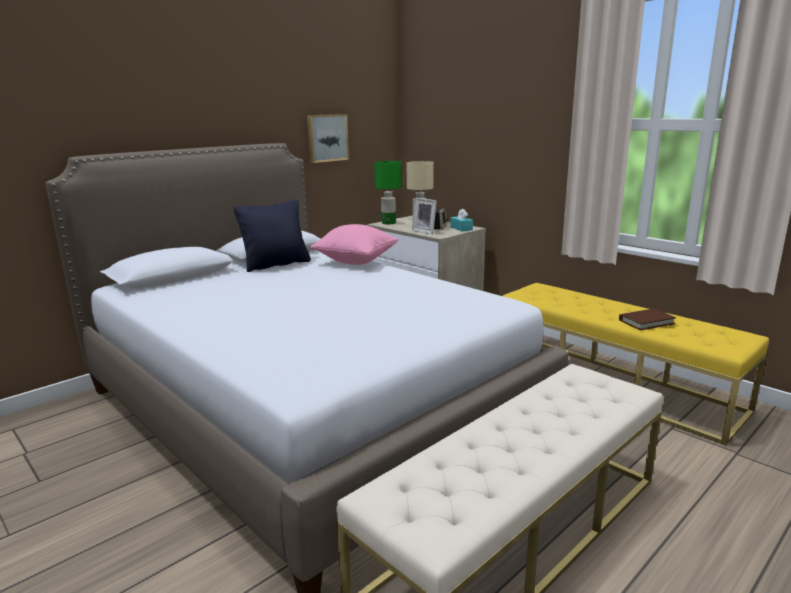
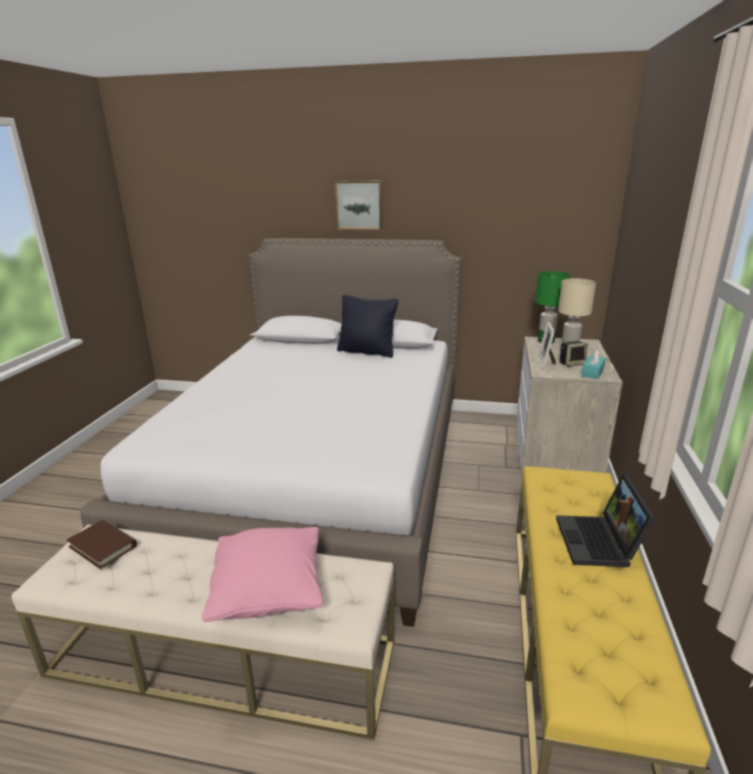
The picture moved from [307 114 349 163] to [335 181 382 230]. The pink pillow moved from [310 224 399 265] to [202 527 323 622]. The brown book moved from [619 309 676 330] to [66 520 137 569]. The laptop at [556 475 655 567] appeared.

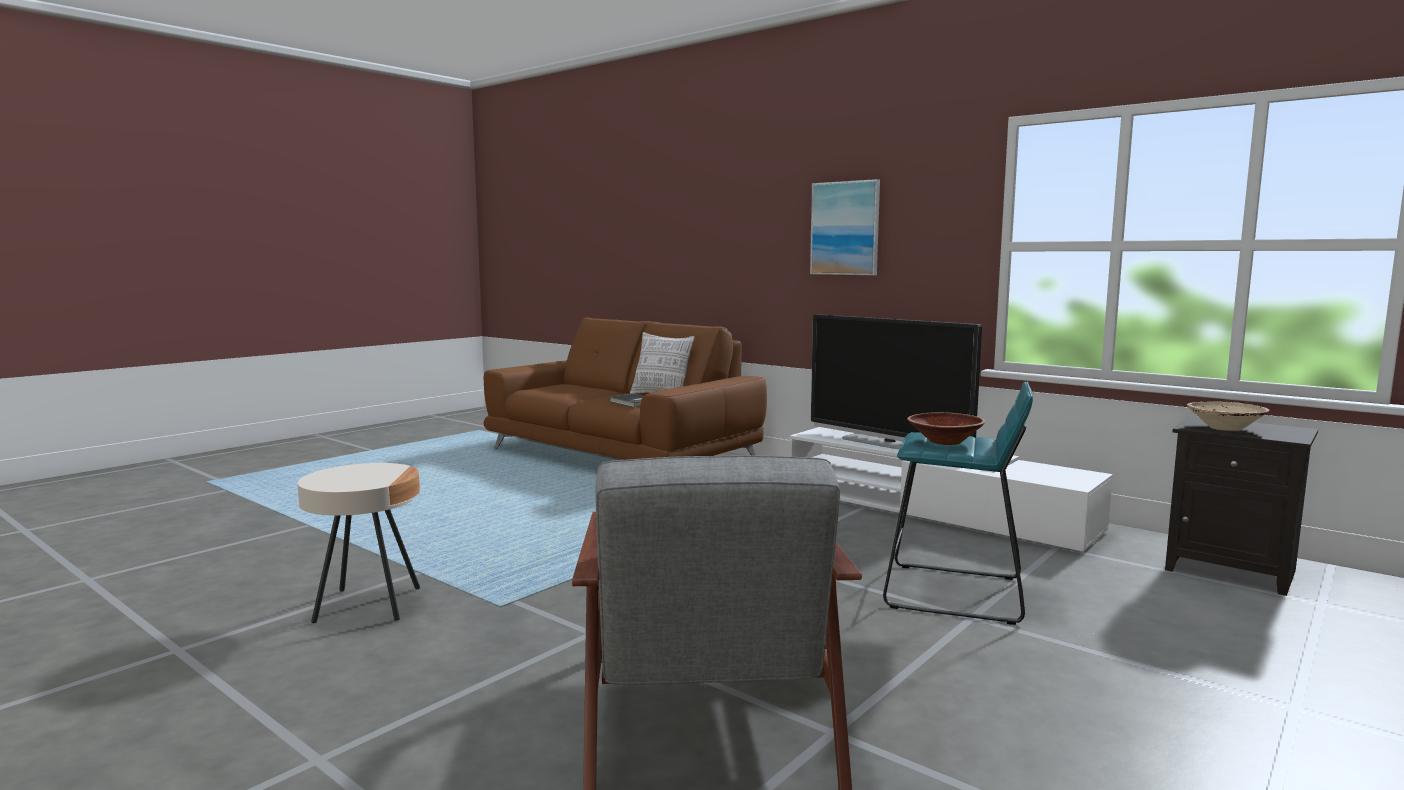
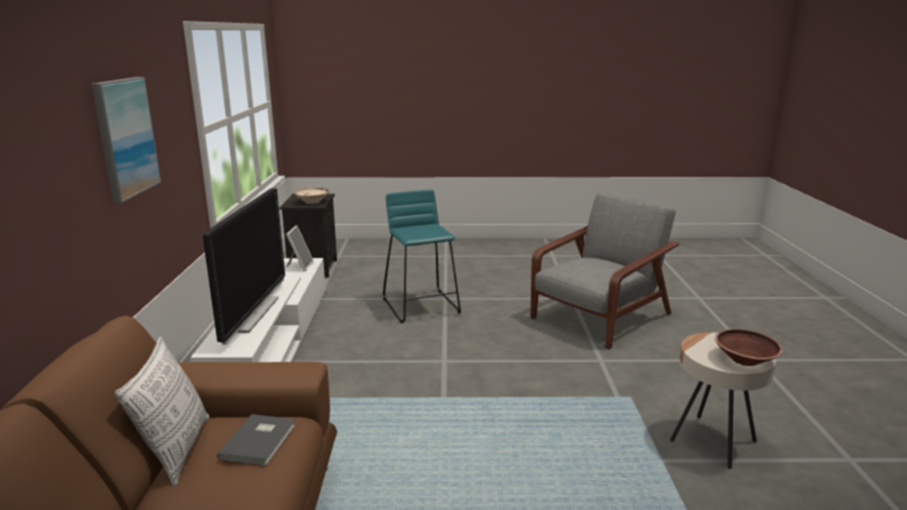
The brown bowl moved from [907 412 986 445] to [715 329 783 366]. The picture frame at [286 225 314 271] appeared.

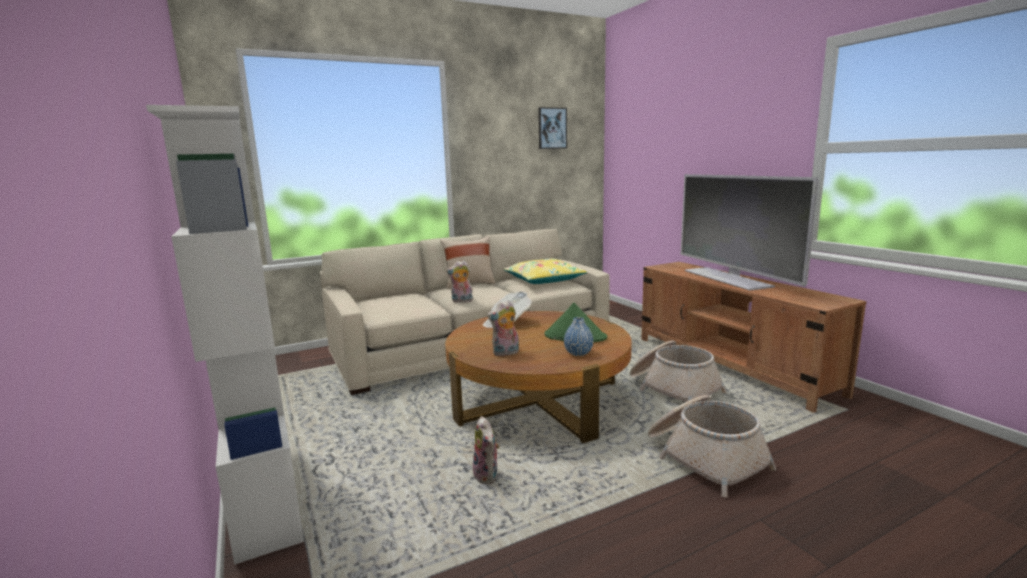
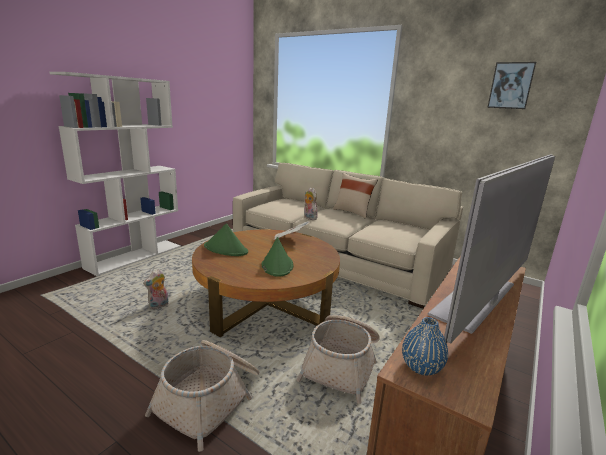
The yellow pillow at [503 259 587 284] disappeared. The plush toy at [487 300 519 356] was replaced by the green hat at [204 223 248 256]. The blue vase moved from [564 317 593 356] to [402 317 448 375].

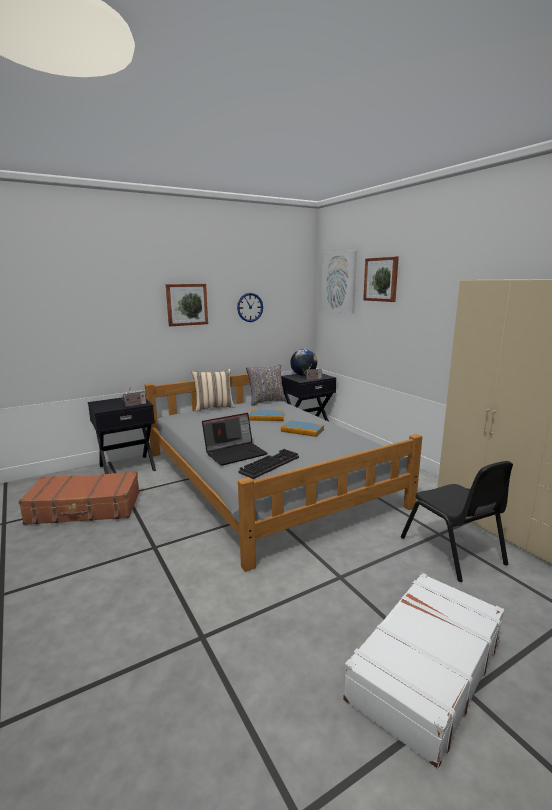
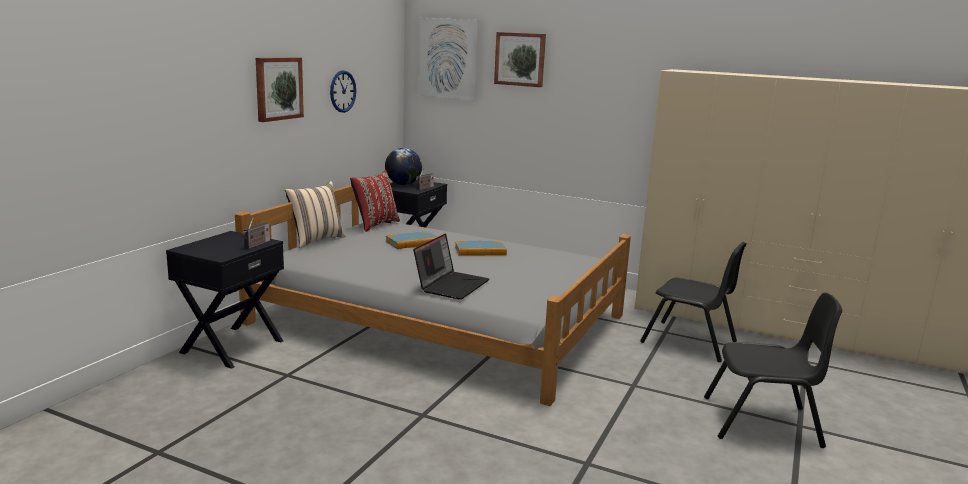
The grey pillow at [246 364 287 406] became the red pillow at [350 170 400 232]. The keyboard at [239 449 299 479] disappeared. The brown suitcase at [18 471 140 525] disappeared. The white suitcase at [343 573 504 768] was replaced by the black chair at [704 293 842 448].

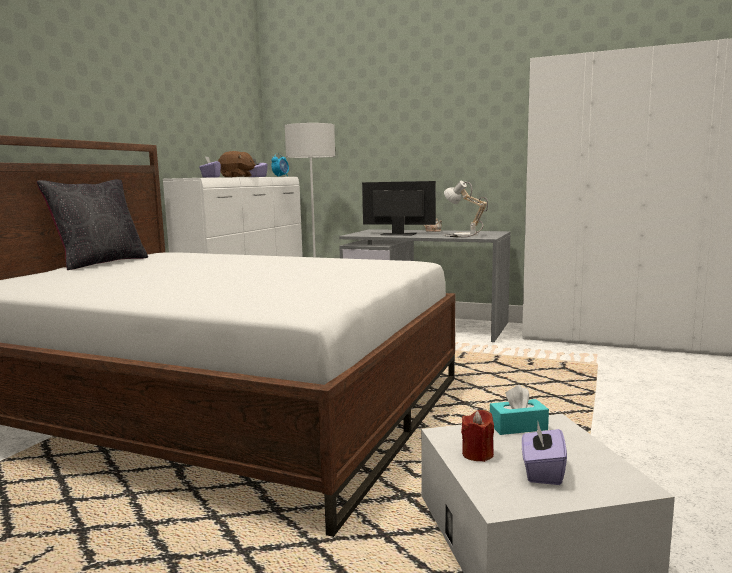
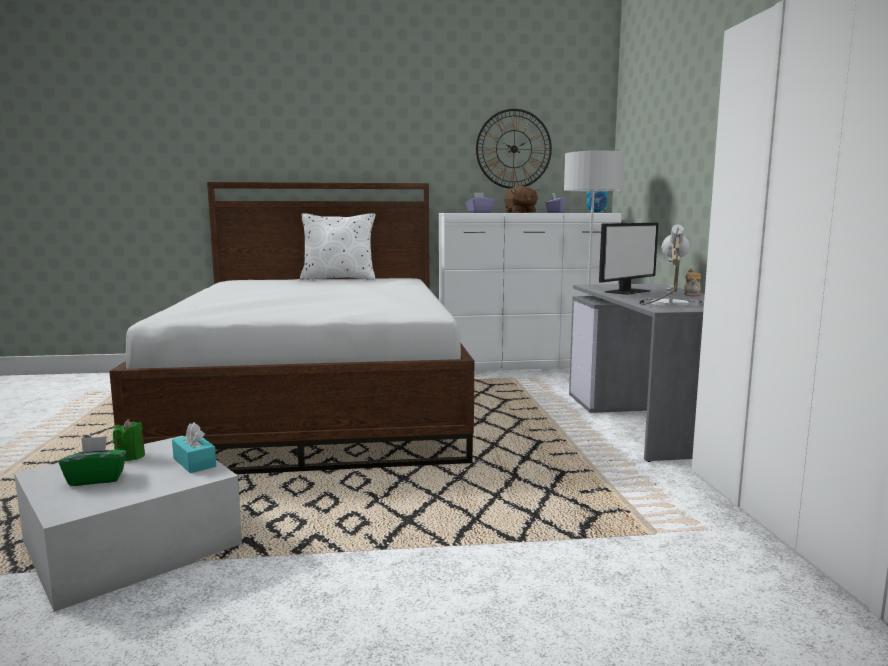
The black pillow at [37 179 148 270] became the white pillow at [300 213 375 280]. The monitor at [362 181 436 235] turned 60 degrees clockwise. The red candle at [461 410 494 462] became the green candle at [113 419 145 461]. The purple tissue box at [522 421 567 485] became the green tissue box at [59 436 127 486]. The wall clock at [476 109 552 189] appeared.

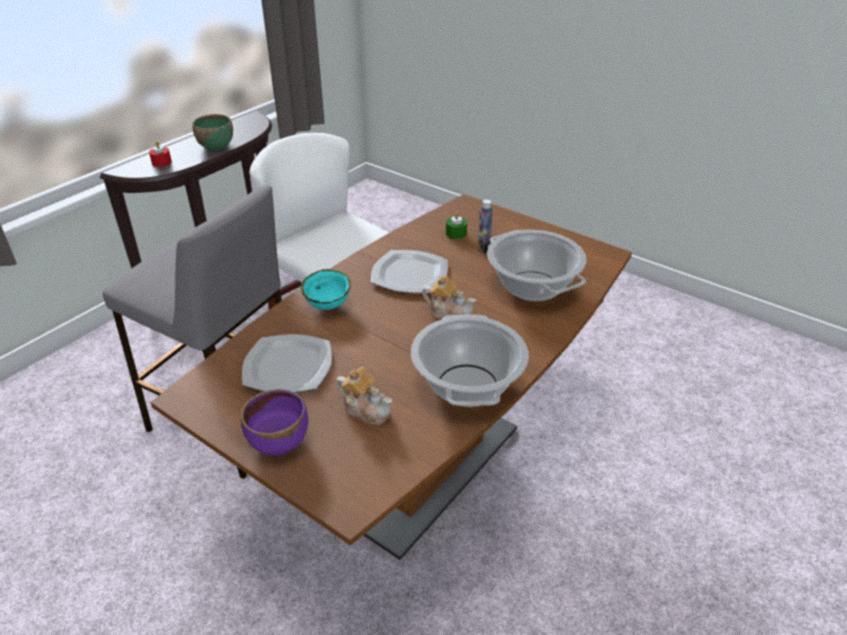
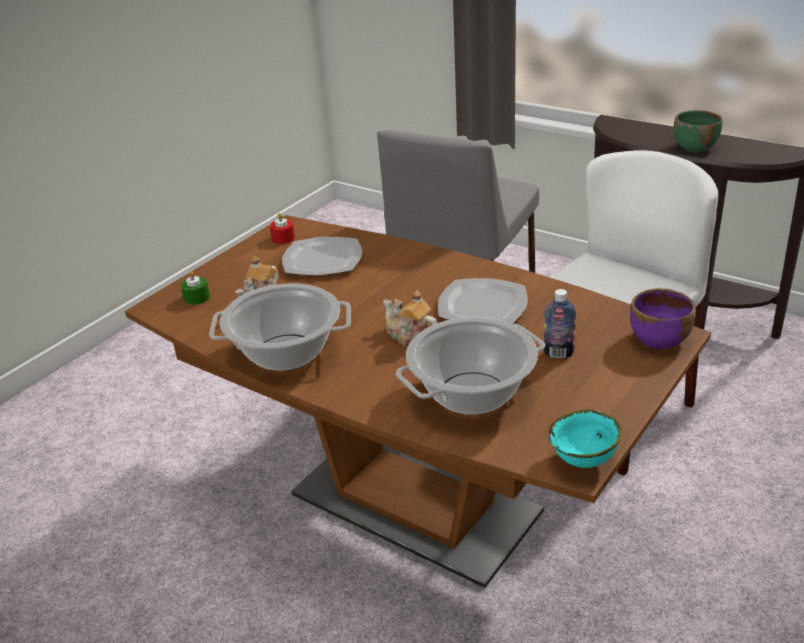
The red candle moved from [149 141 172 167] to [270 213 295 244]. The green candle moved from [446 211 467 239] to [180 271 210 305]. The turquoise bowl moved from [301 269 351 310] to [549 410 622 469]. The teapot at [422 276 476 319] turned 105 degrees clockwise. The purple bowl moved from [240 389 308 456] to [630 288 696 349].

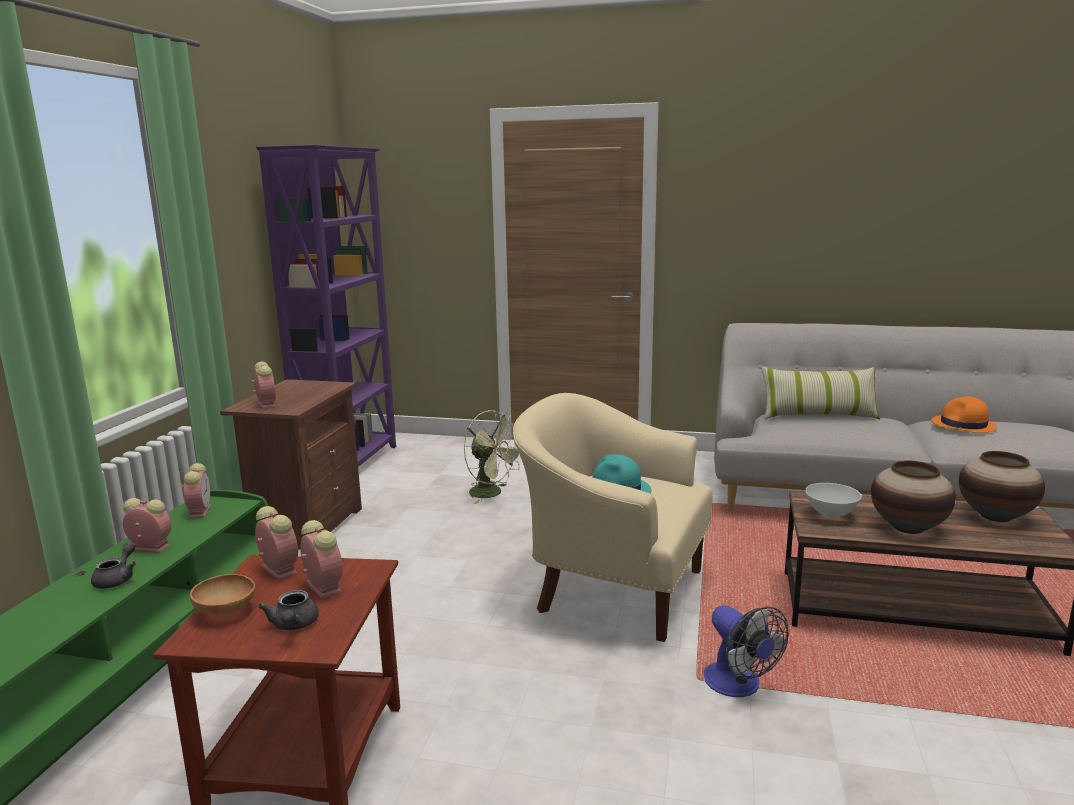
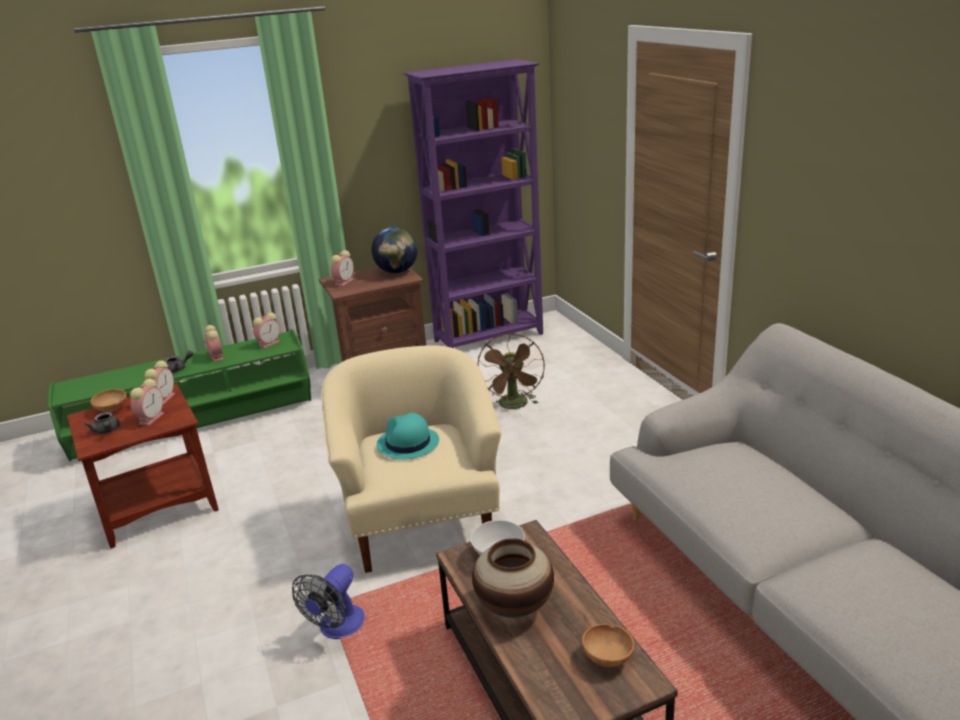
The pillow at [761 366 880 419] disappeared. The orange hat at [931 396 997 433] disappeared. The green fan at [464 410 519 504] became the brown fan at [478 333 545 409]. The vase at [959 451 1045 522] was replaced by the brown bowl at [582 624 634 667]. The grey teapot at [258 590 319 630] turned 75 degrees counterclockwise. The globe at [371 227 418 273] appeared.

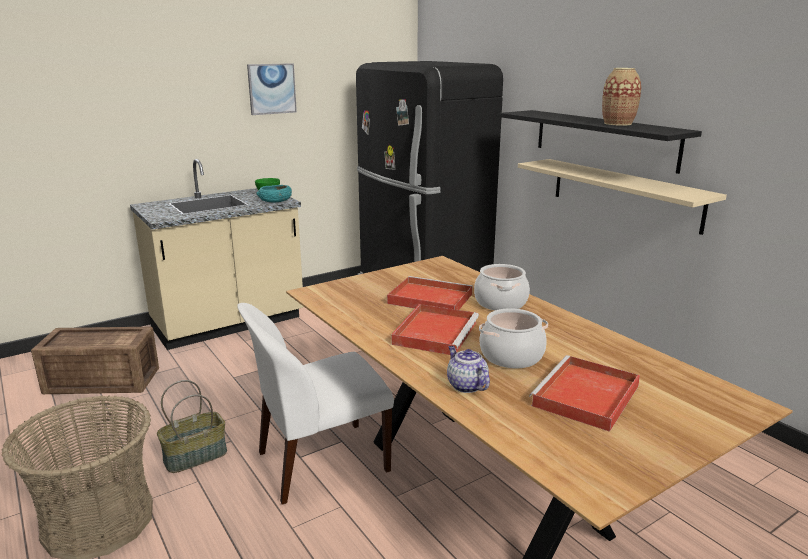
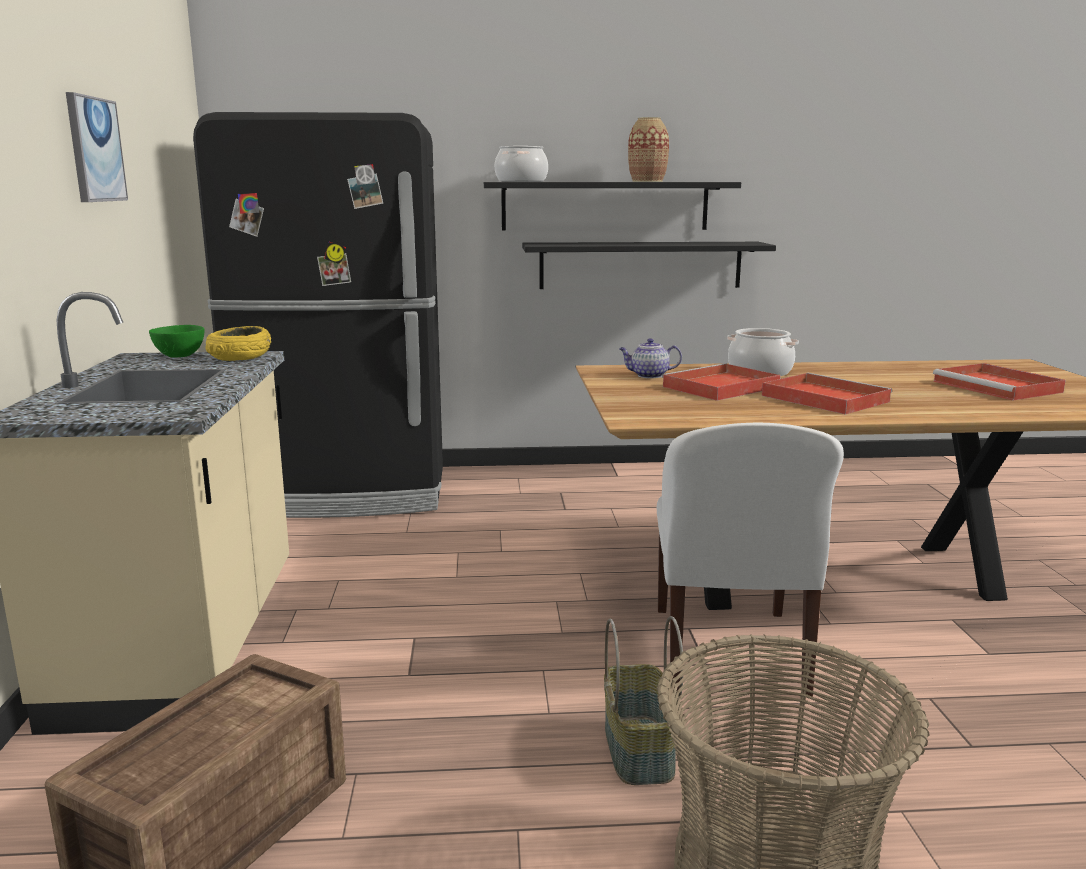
The beige shelf at [518 159 727 235] became the black shelf at [522 242 776 289]. The turquoise bowl at [257 185 292 202] became the yellow bowl at [206 326 271 361]. The cooking pot moved from [479 308 548 368] to [495 146 548 182]. The teapot moved from [447 346 490 393] to [619 338 682 378].

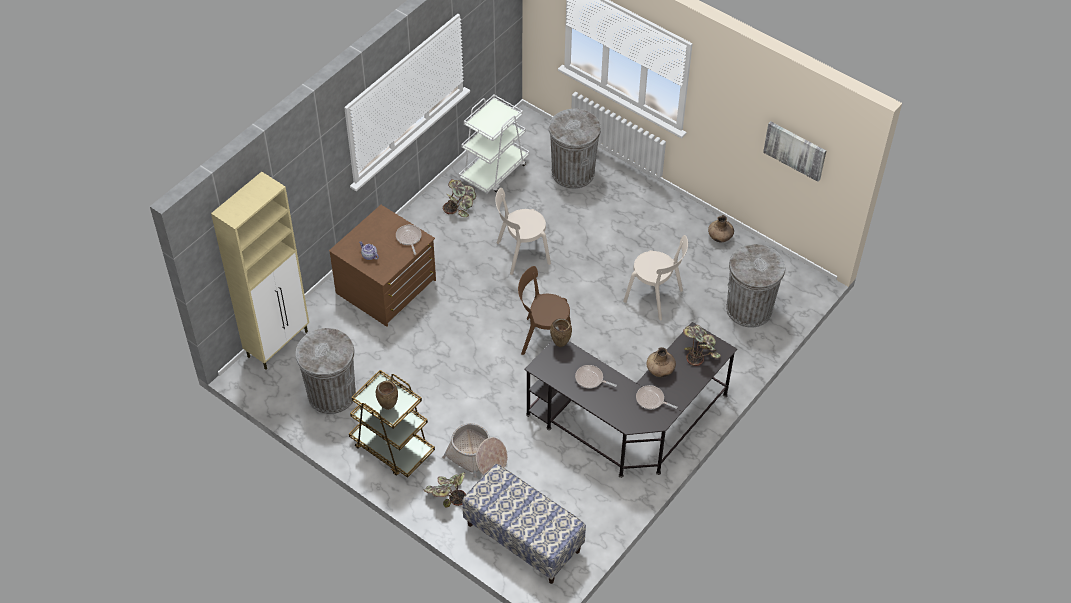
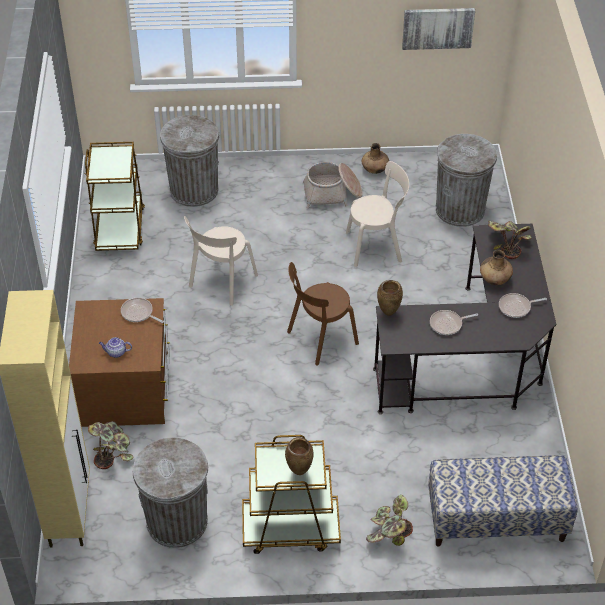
The white cart at [459 95 530 193] became the brown cart at [85 142 145 251]. The potted plant moved from [443 179 476 217] to [88 421 134 469]. The basket moved from [442 423 508 478] to [303 162 362 209].

